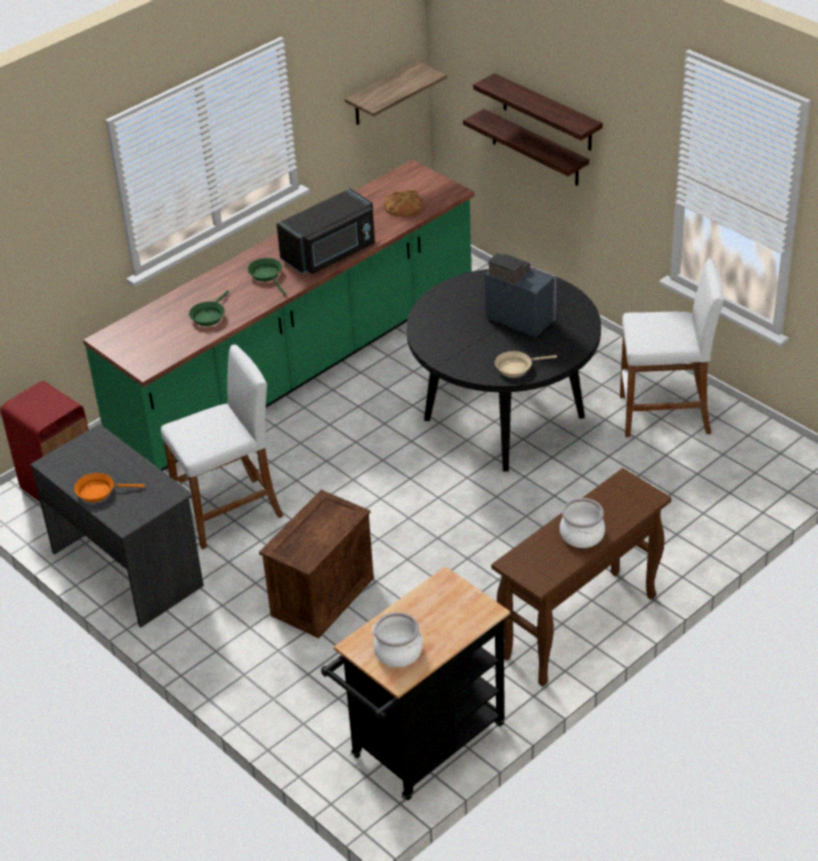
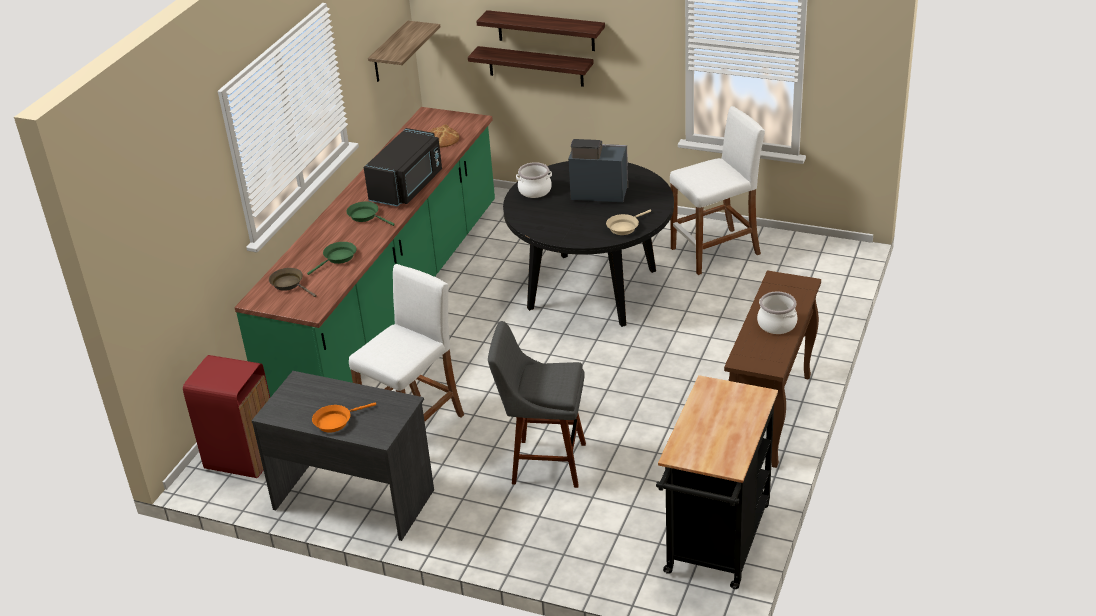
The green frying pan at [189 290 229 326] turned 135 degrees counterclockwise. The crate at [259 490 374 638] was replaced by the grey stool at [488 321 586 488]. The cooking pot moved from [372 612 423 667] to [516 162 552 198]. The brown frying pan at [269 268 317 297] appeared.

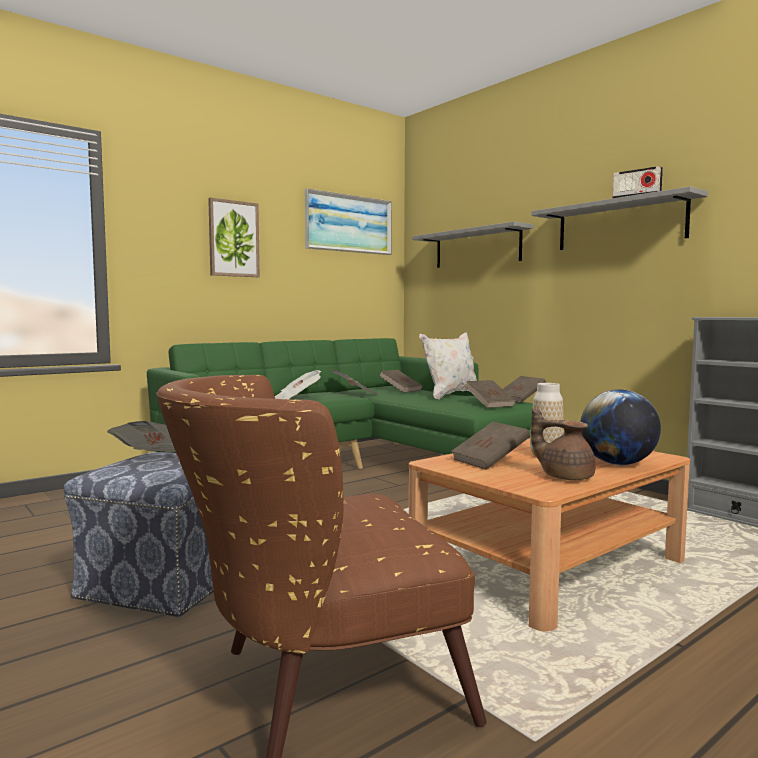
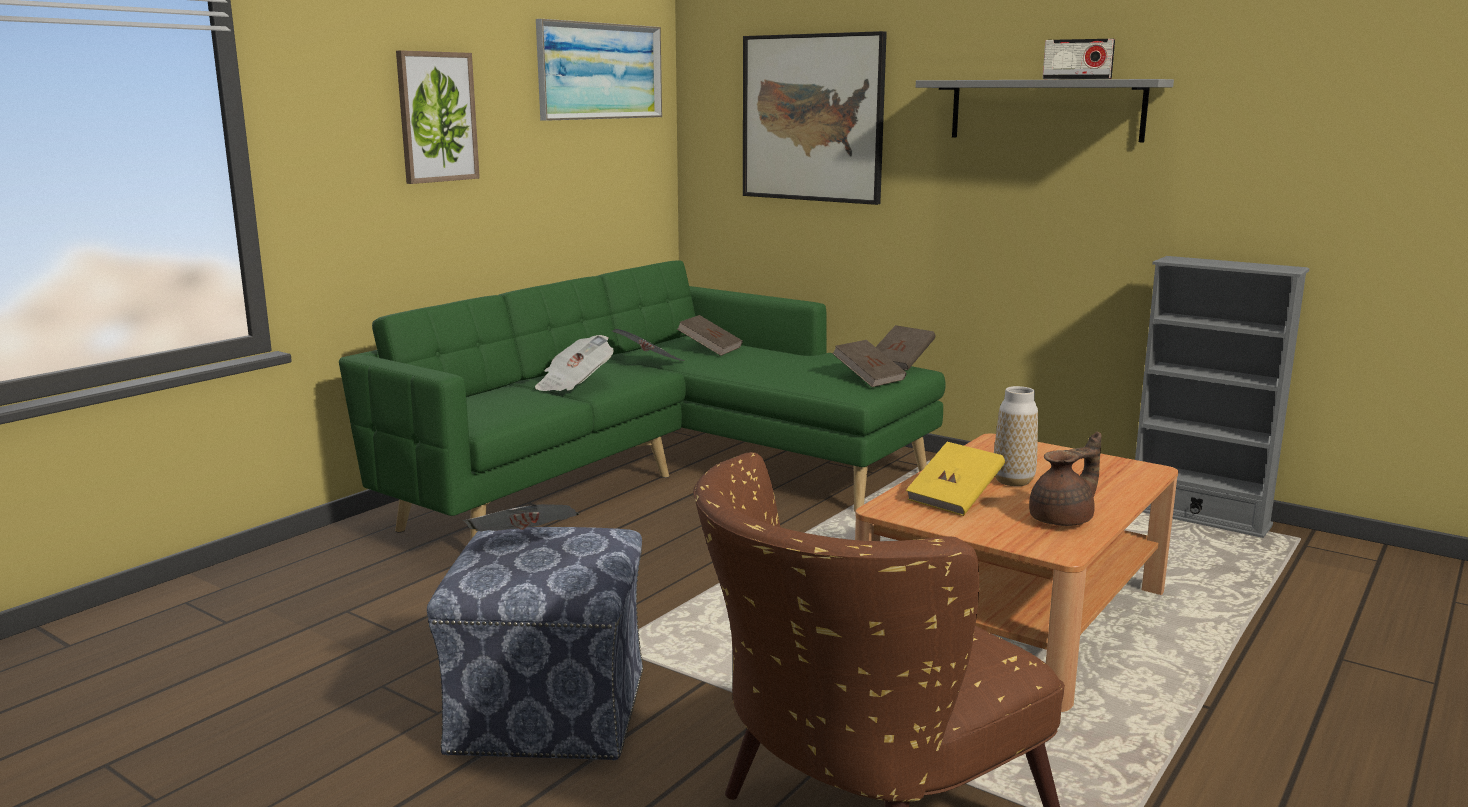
The grey shelf at [412 221 533 268] was replaced by the picture at [743 31 887 205]. The white pillow at [419 332 477 399] disappeared. The globe at [581 389 661 465] disappeared. The brown teapot at [531 408 596 480] turned 135 degrees clockwise. The brown book at [451 422 530 470] became the yellow book at [906 442 1005 516].

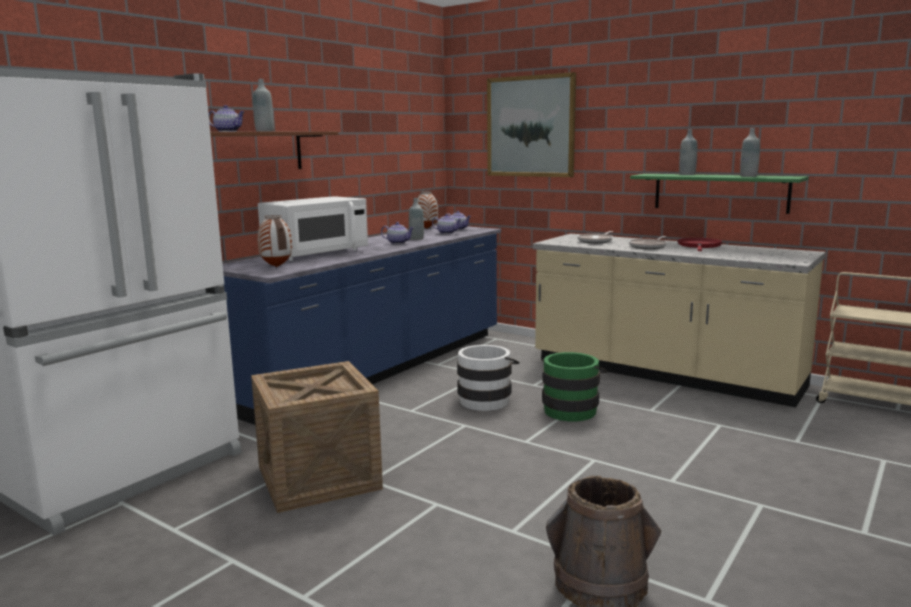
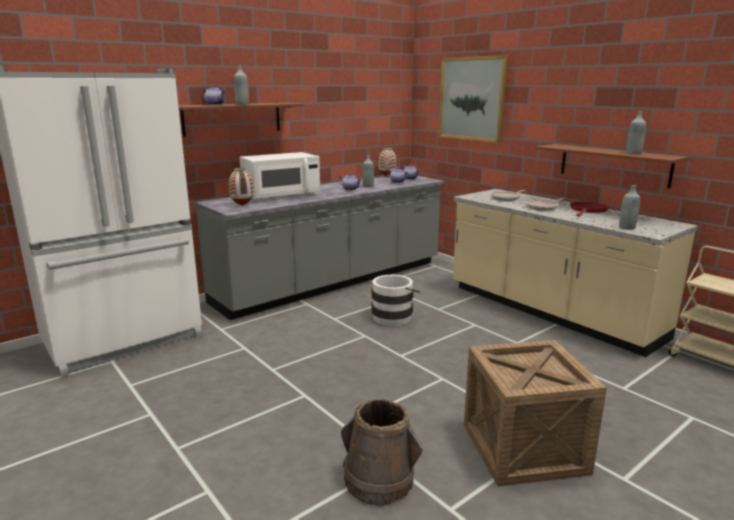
The grey bottle moved from [679 129 697 175] to [619 185 640 230]. The green shelf at [630 174 808 214] became the brown shelf at [536 144 690 189]. The blue counter at [223 225 501 425] became the grey counter at [195 176 444 320]. The green bucket at [542 352 608 421] disappeared. The crate moved from [251 361 383 513] to [464 340 607 487].

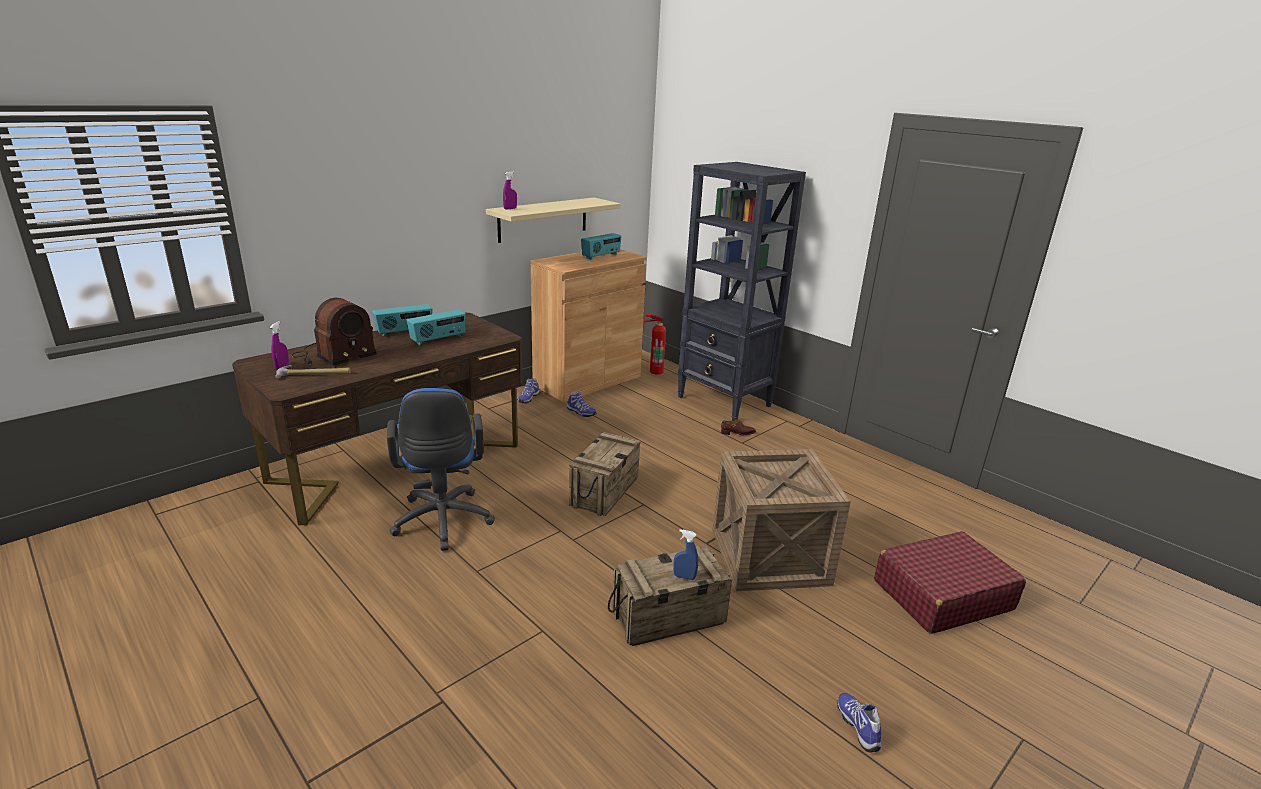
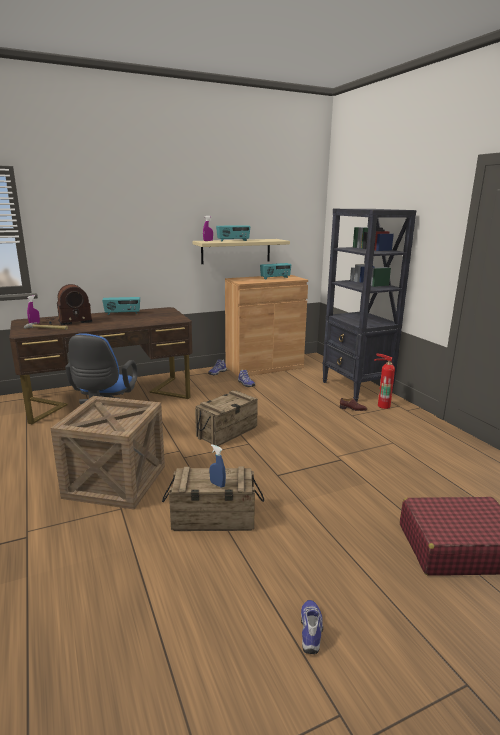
The radio moved from [407 310 466 346] to [216 225 250 241]. The fire extinguisher moved from [644 314 666 375] to [375 353 395 409]. The crate moved from [712 449 851 591] to [50 396 165 510].

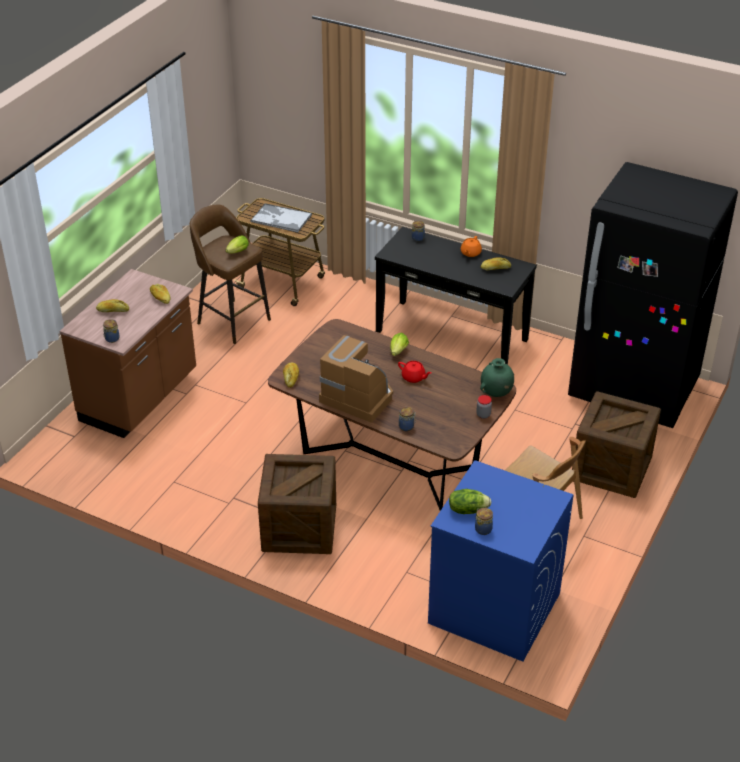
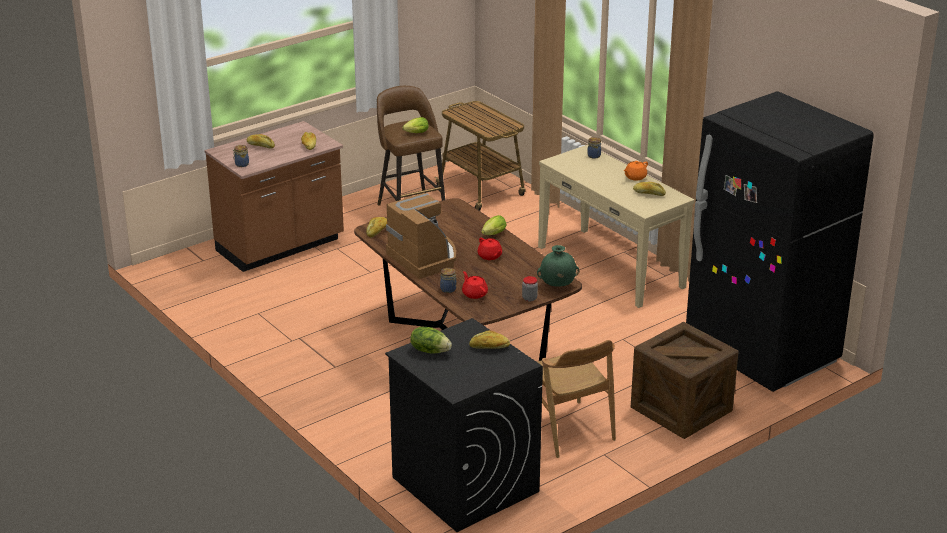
The tray at [250 203 312 233] disappeared. The black console table at [375 227 537 365] became the beige console table at [538 145 694 308]. The crate at [258 454 336 554] disappeared. The blue washing machine at [428 460 574 661] became the black washing machine at [385 318 543 532]. The jar at [475 508 493 535] disappeared. The red teapot at [462 271 488 299] appeared. The bread at [469 330 510 349] appeared.

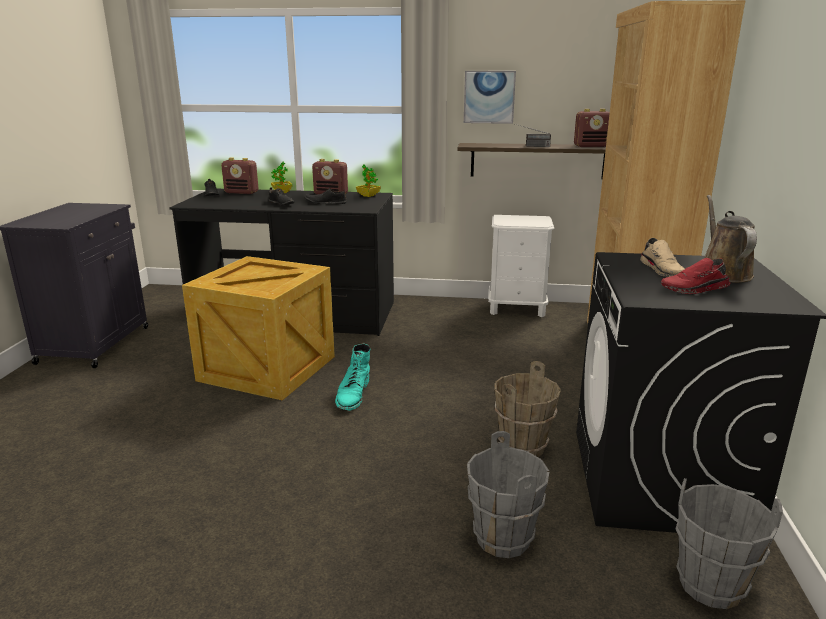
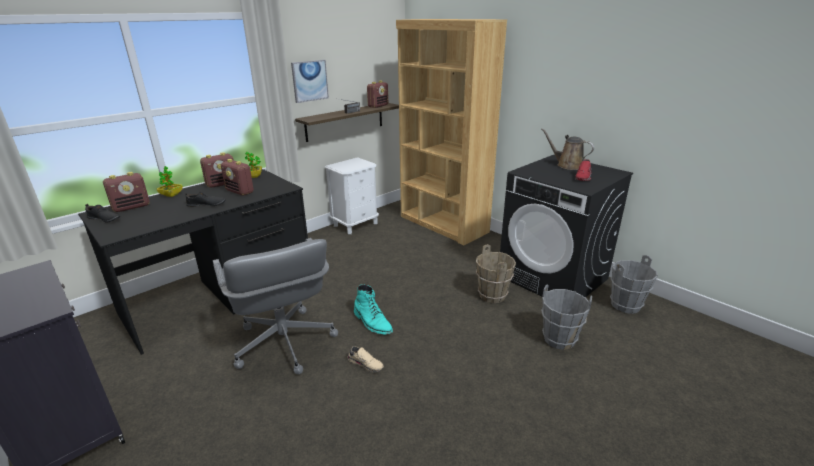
The black shoe at [304 188 347 204] was replaced by the radio at [221 159 254 196]. The beige shoe moved from [640 238 685 277] to [347 346 384 372]. The crate at [182 256 335 400] was replaced by the grey office chair at [213 238 338 374].

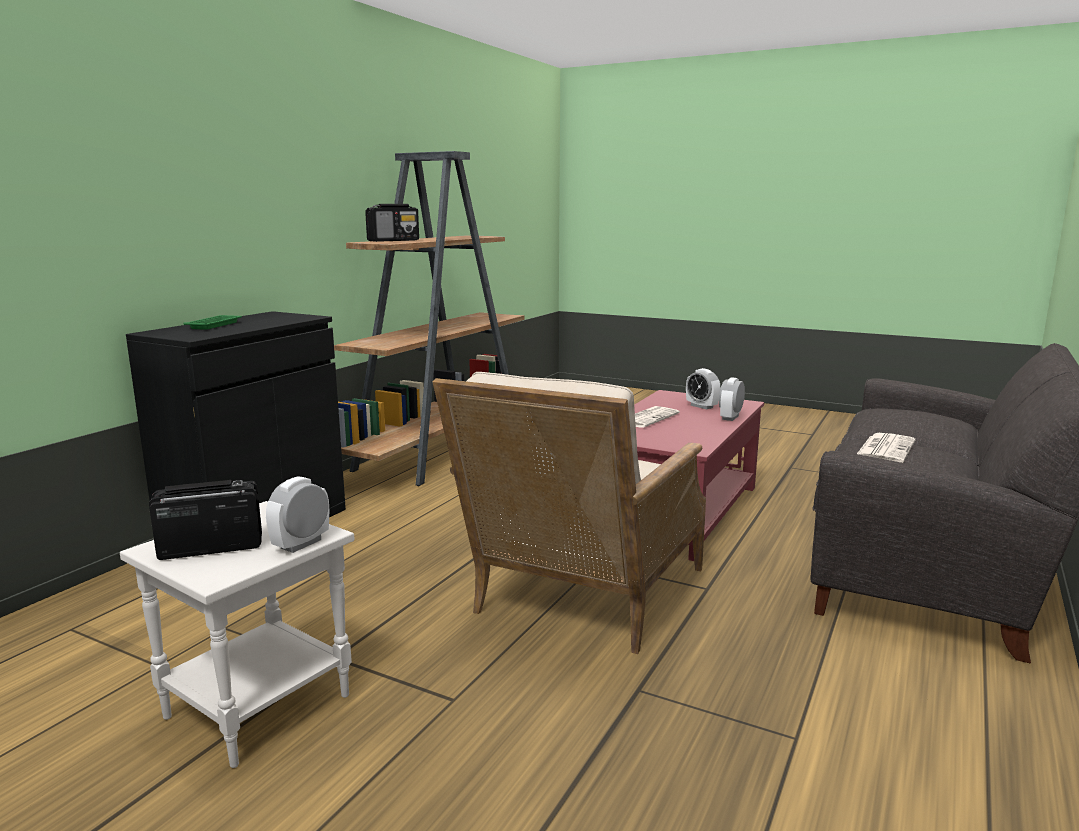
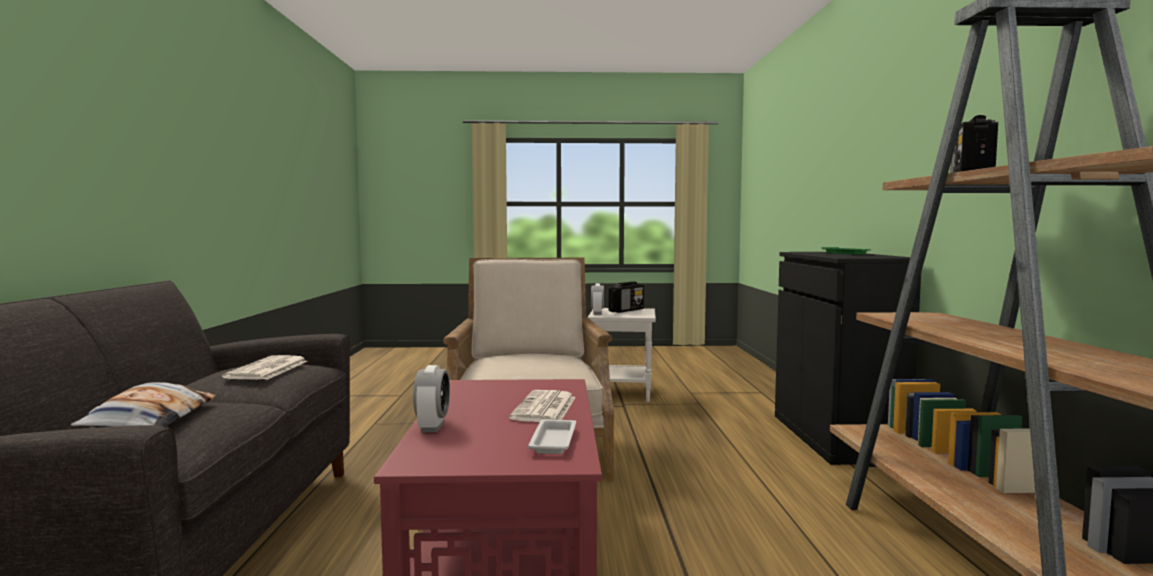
The alarm clock at [686 368 720 409] disappeared. The pillow at [71 382 216 427] appeared. The white tray at [528 420 576 454] appeared.

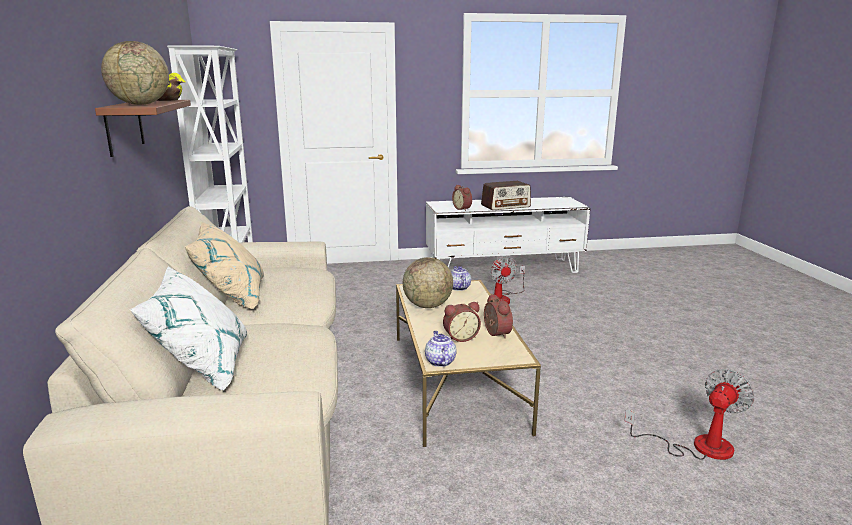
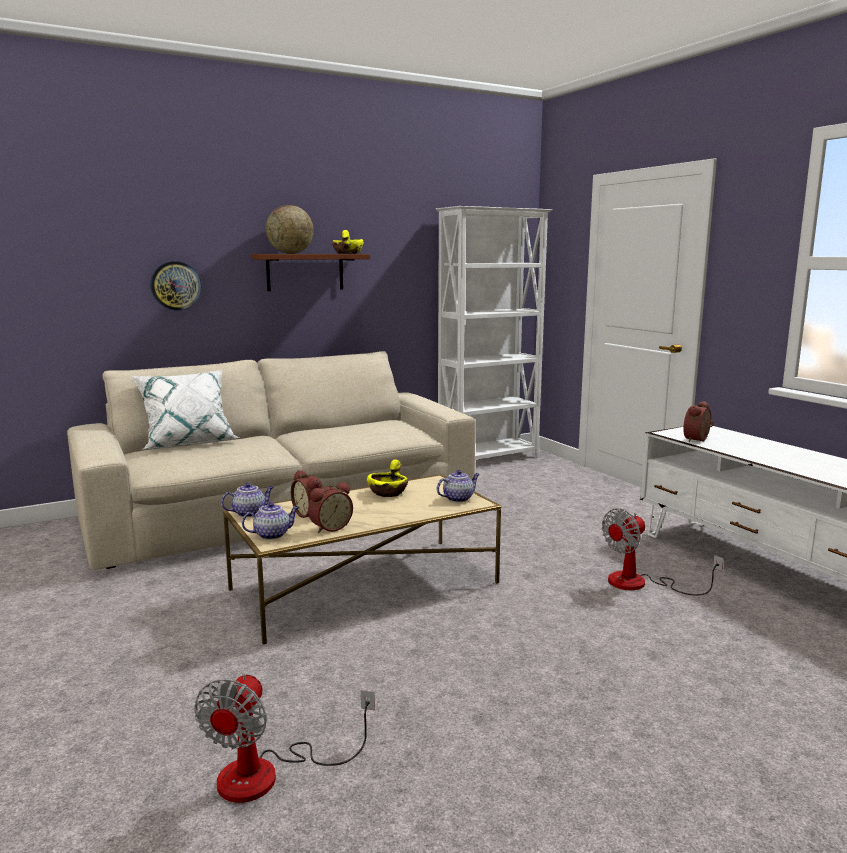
The radio at [481 181 531 210] disappeared. The beige pillow at [184 222 264 309] disappeared. The globe at [403 257 453 308] was replaced by the yellow bowl at [367 460 408 497]. The fan at [625 369 755 460] turned 75 degrees clockwise. The wall clock at [150 261 202 311] appeared. The teapot at [242 502 299 540] appeared.

